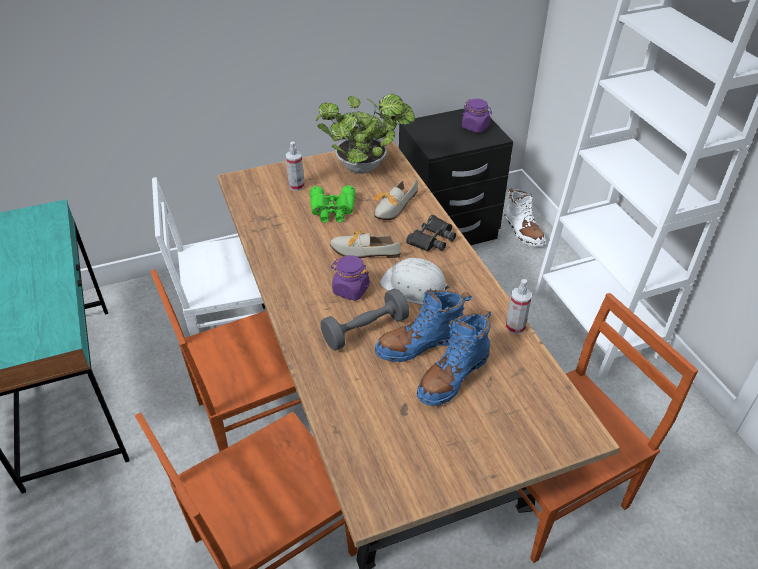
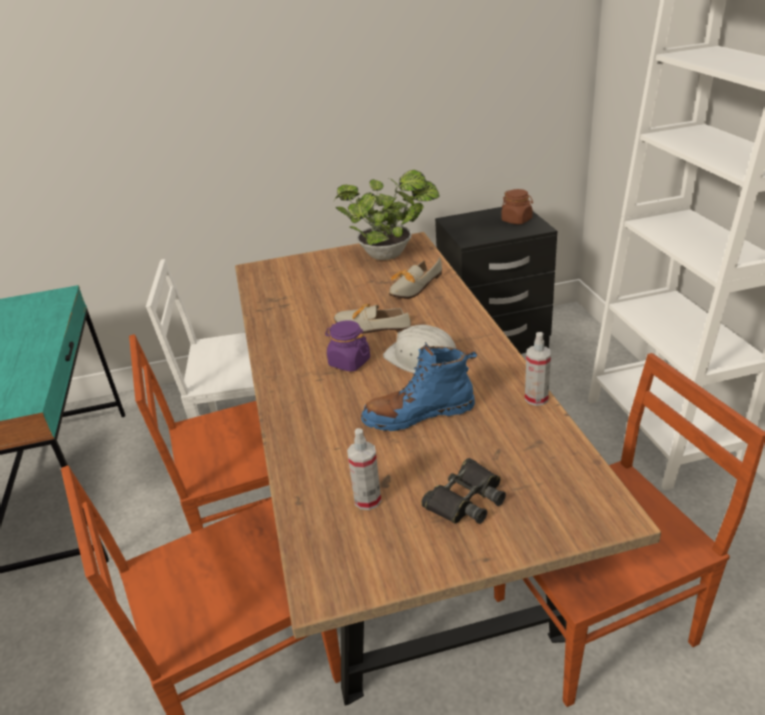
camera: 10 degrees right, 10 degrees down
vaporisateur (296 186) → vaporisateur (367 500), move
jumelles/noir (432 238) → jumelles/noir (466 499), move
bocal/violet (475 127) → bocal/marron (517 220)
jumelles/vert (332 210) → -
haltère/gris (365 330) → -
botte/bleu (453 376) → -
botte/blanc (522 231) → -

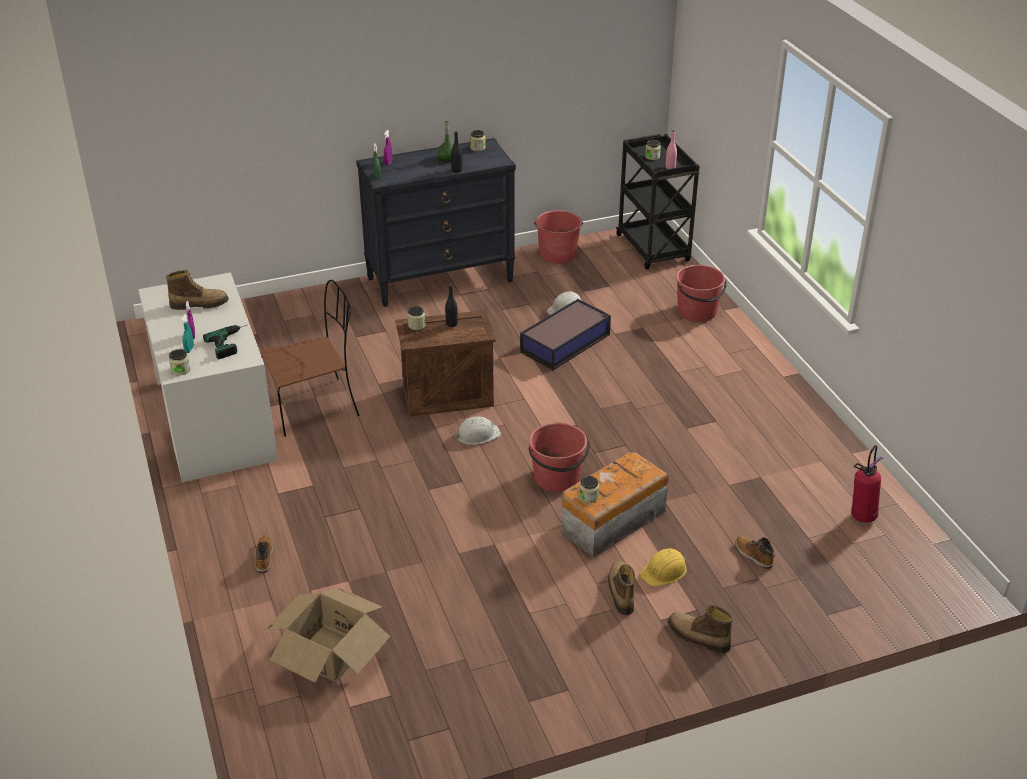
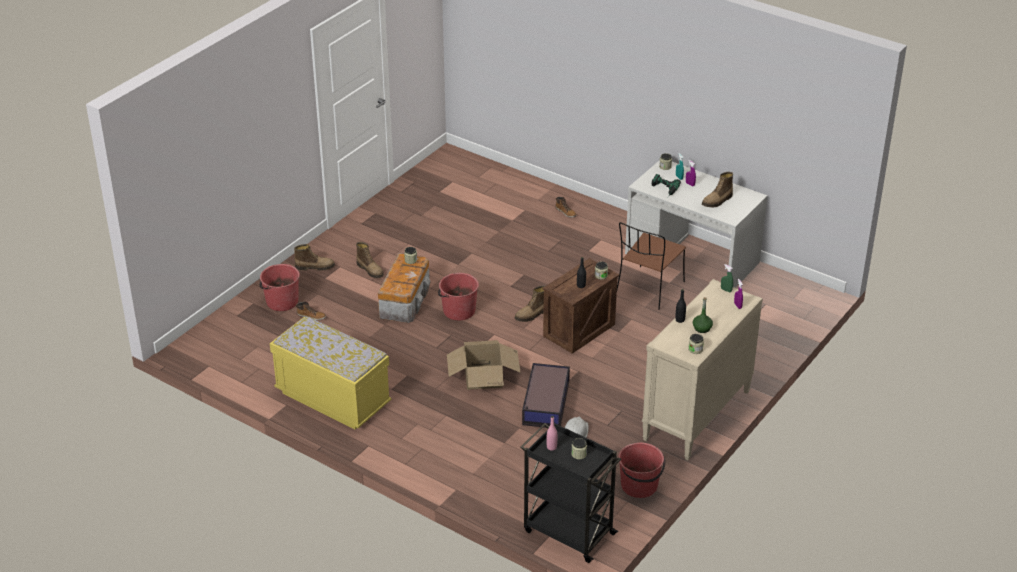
camera: 145 degrees right, 0 degrees up
seau/rouge (697 312) → seau/rouge (281 301), move
- → banc/jaune (333 399)
carton (329 652) → carton (483 377), move
casque de chantier/blanc (477 435) → botte (532 315)
commode/noir (440 279) → commode/beige (696 416)
casque de chantier/jaune (664 571) → -
extincteur (862 516) → -

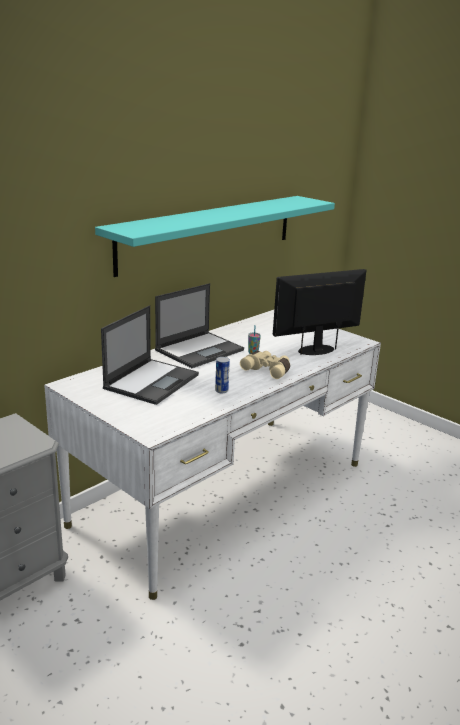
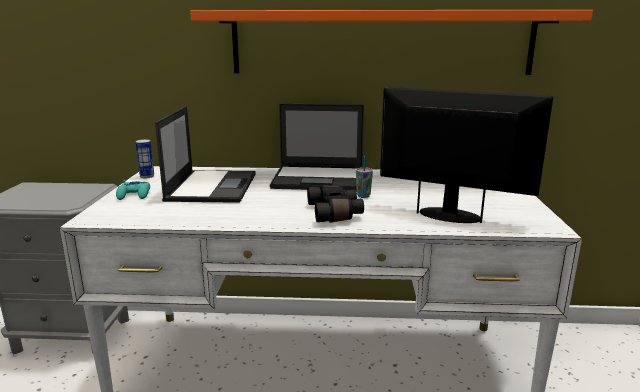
camera: 50 degrees right, 5 degrees down
- → manette/turquoise (134 195)
boîte métallique (221 390) → boîte métallique (147 176), move
ordinateur portable (152 381) → ordinateur portable (212 186), 75 degrees counterclockwise
étagère/turquoise (209 232) → étagère/orange (381 43)
jumelles/beige (268 370) → jumelles/noir (336 213)

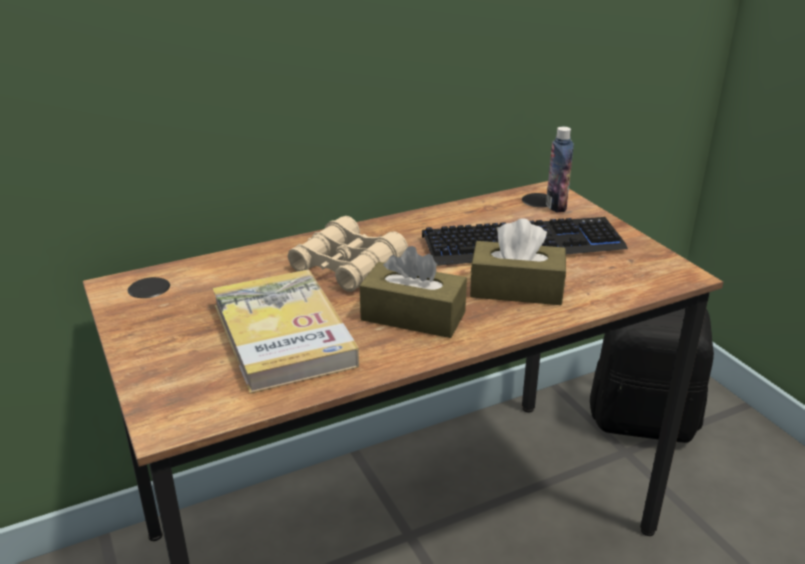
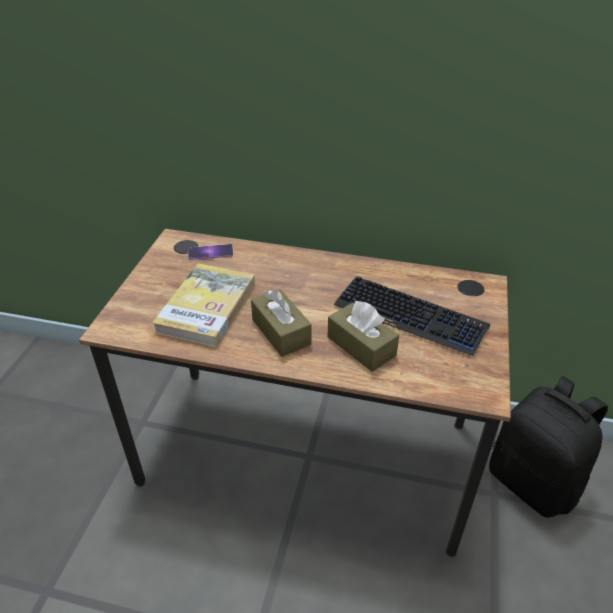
camera: 40 degrees right, 10 degrees up
- → téléphone (210 252)
jumelles/beige (347 266) → -
bouteille (556 206) → -

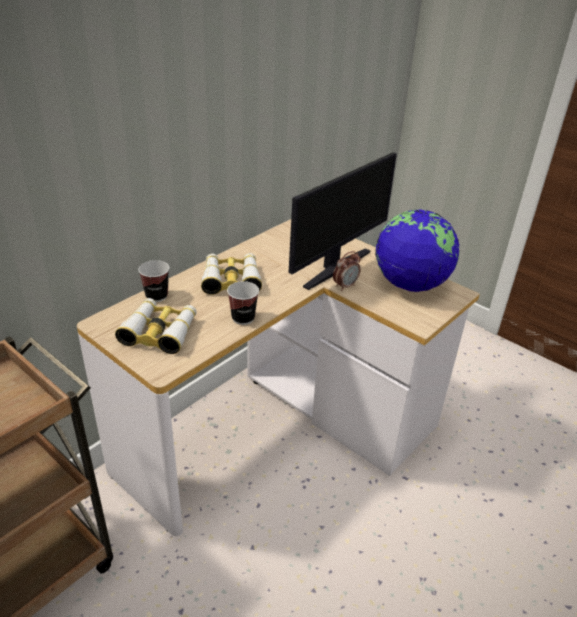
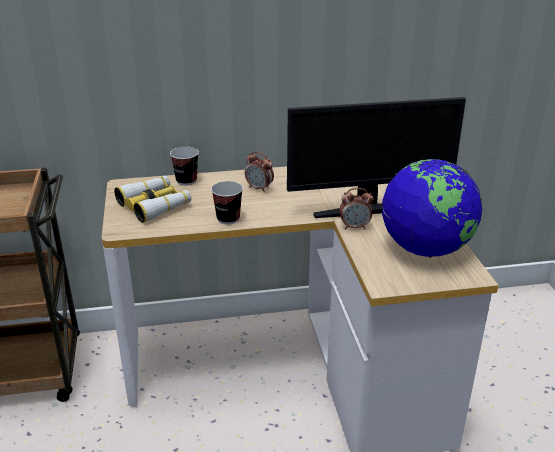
camera: 40 degrees right, 5 degrees down
jumelles (231 280) → réveil (259 188)

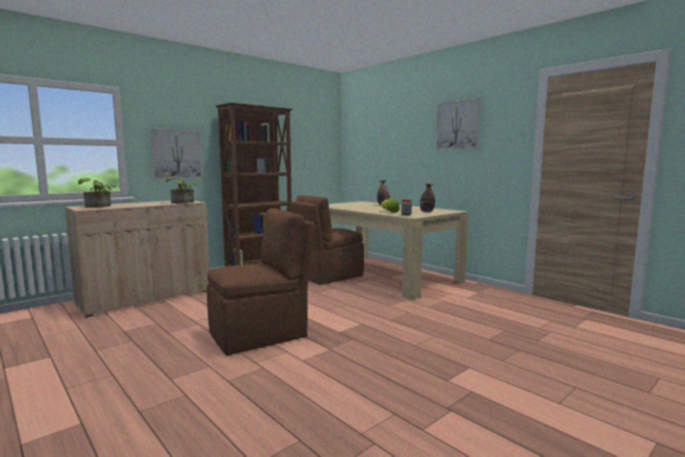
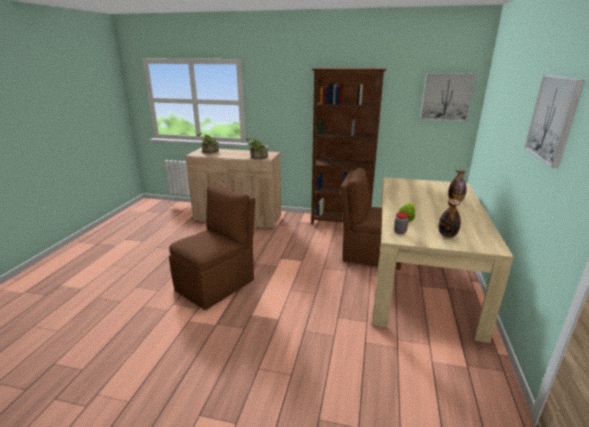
camera: 55 degrees right, 15 degrees up
chaise/marron (260 334) → chaise/marron (217 284), 75 degrees counterclockwise
tableau (176 154) → tableau (446 97), move

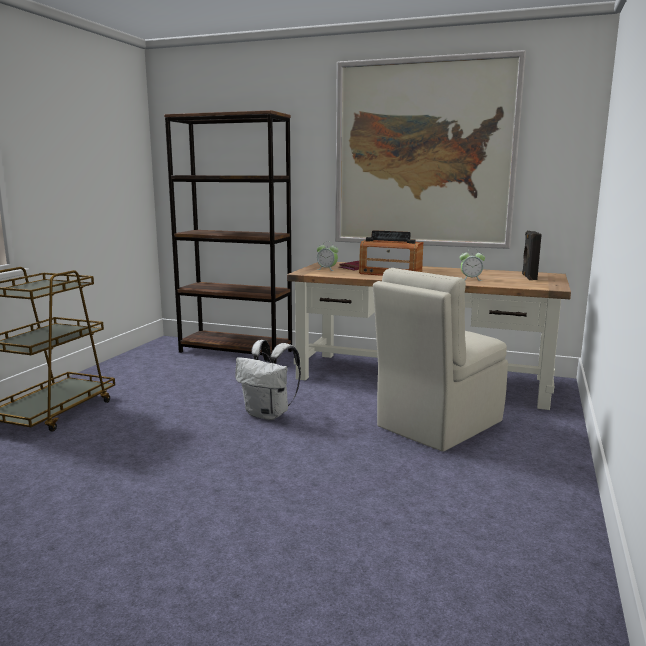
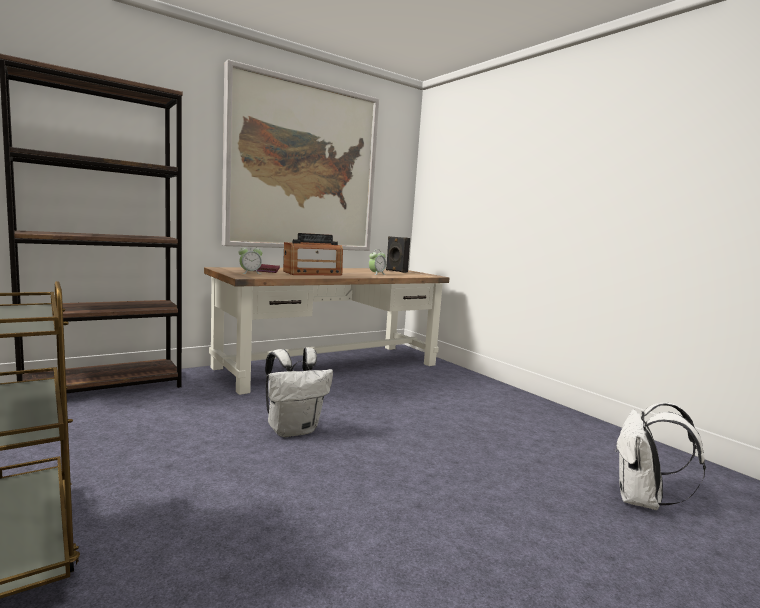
camera: 55 degrees left, 5 degrees down
- → sac à dos/blanc (642 501)
chaise/beige (437 425) → -

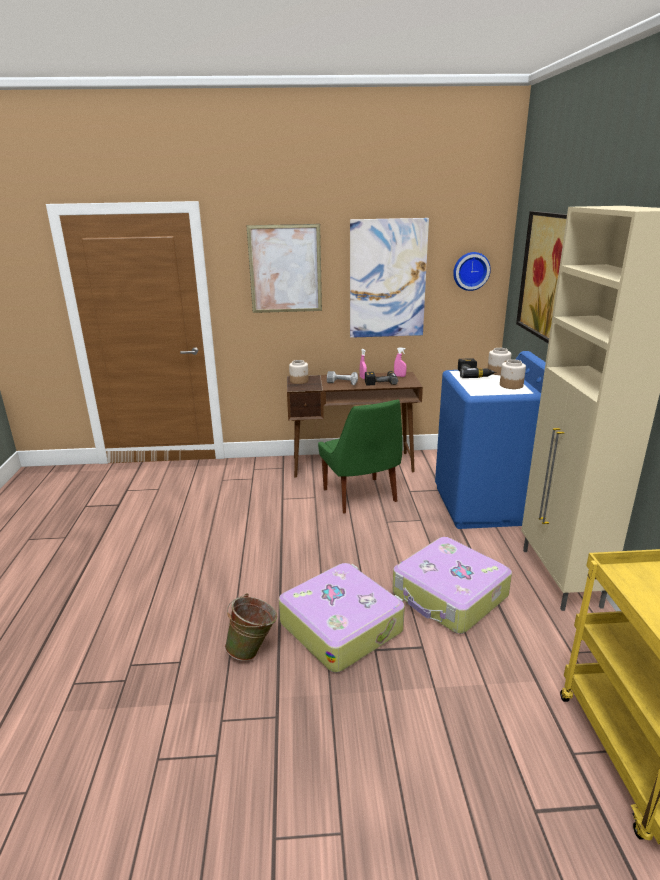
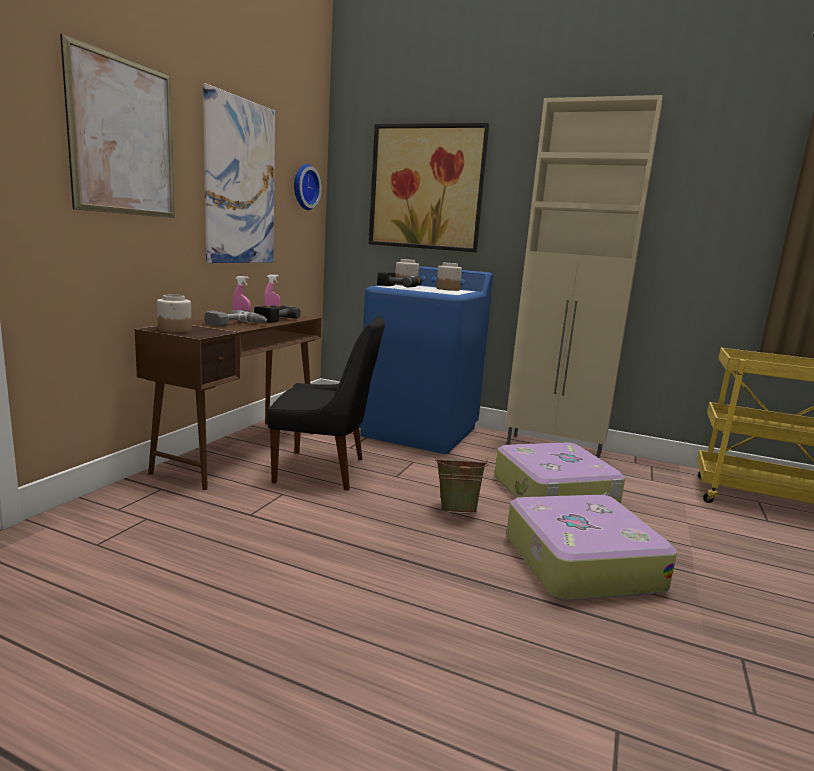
camera: 65 degrees left, 10 degrees down
chaise/vert (361 497) → chaise/noir (324 471)
seau/vert (253 650) → seau/vert (457 511), move

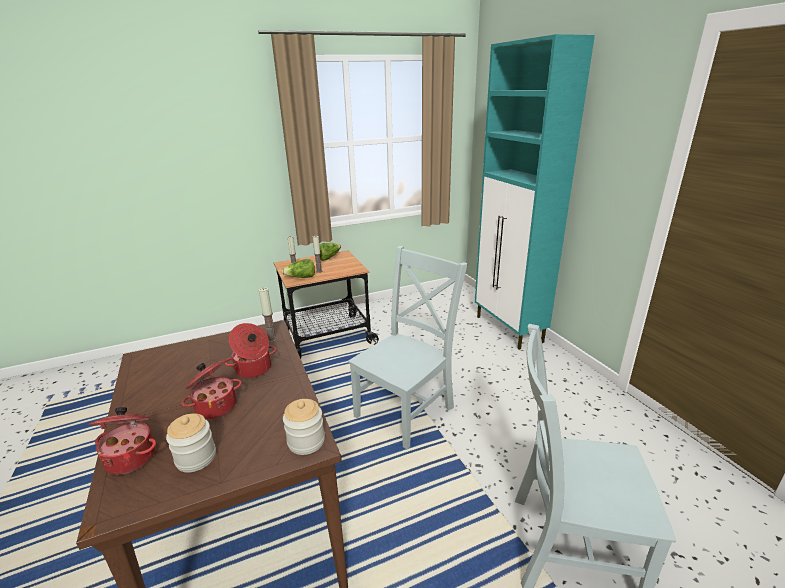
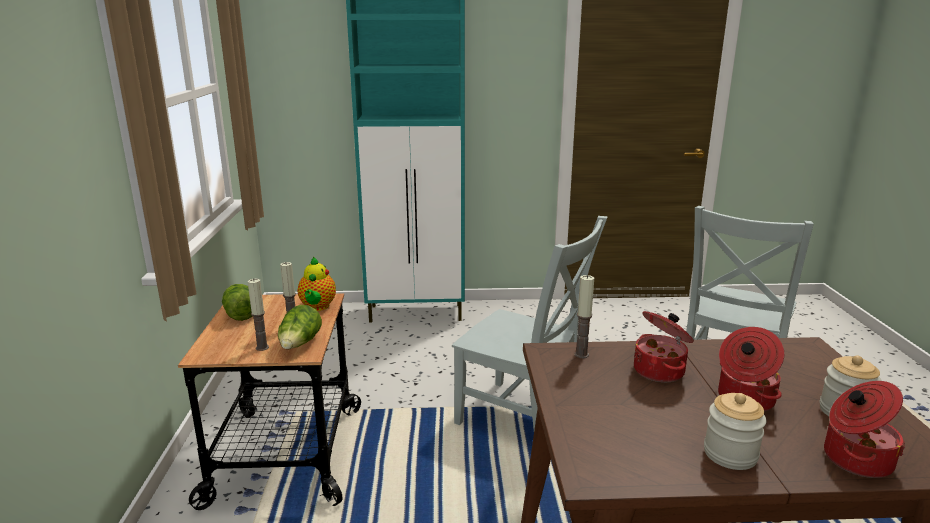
camera: 70 degrees left, 5 degrees down
- → théière (317 307)
chaise/gris (407 409) → chaise/gris (524 418), 150 degrees clockwise
bocal (306 441) → bocal (730 454), move

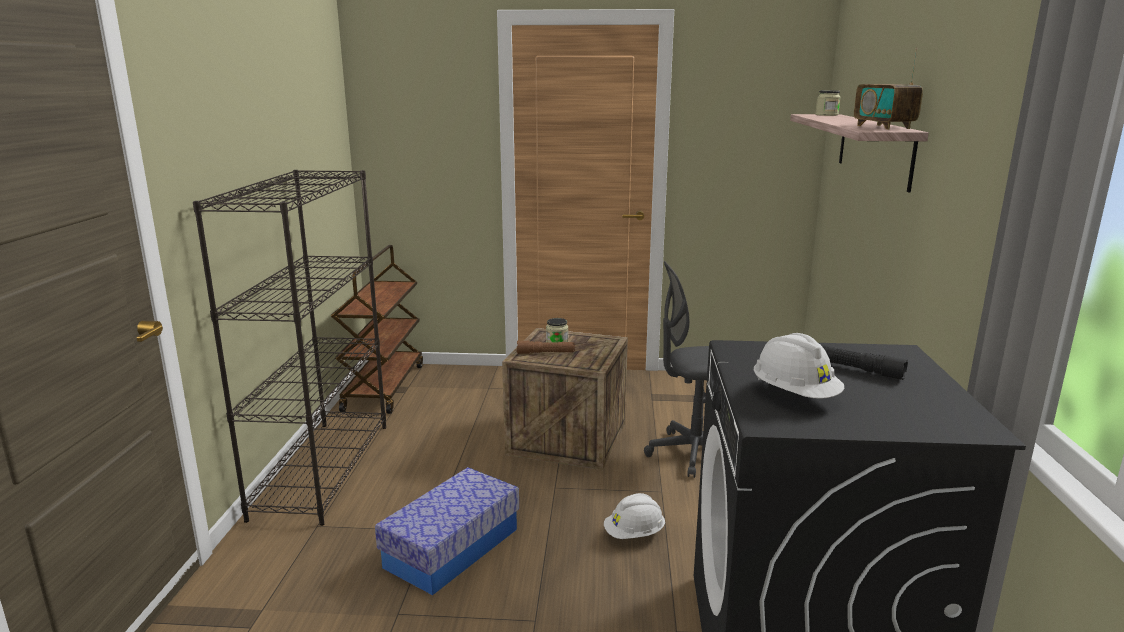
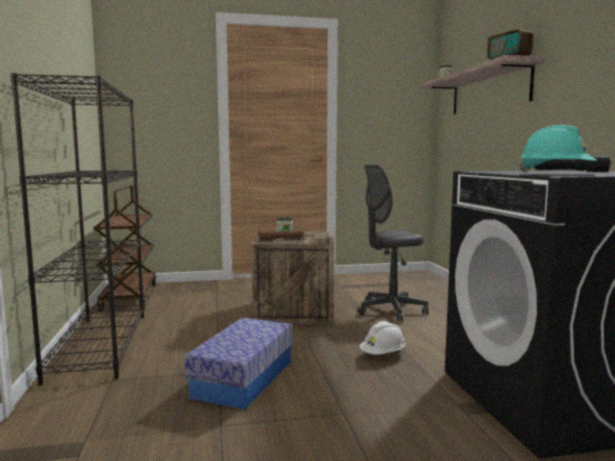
camera: 15 degrees left, 10 degrees down
casque de chantier/blanc (794 395) → casque de chantier/turquoise (556 173)

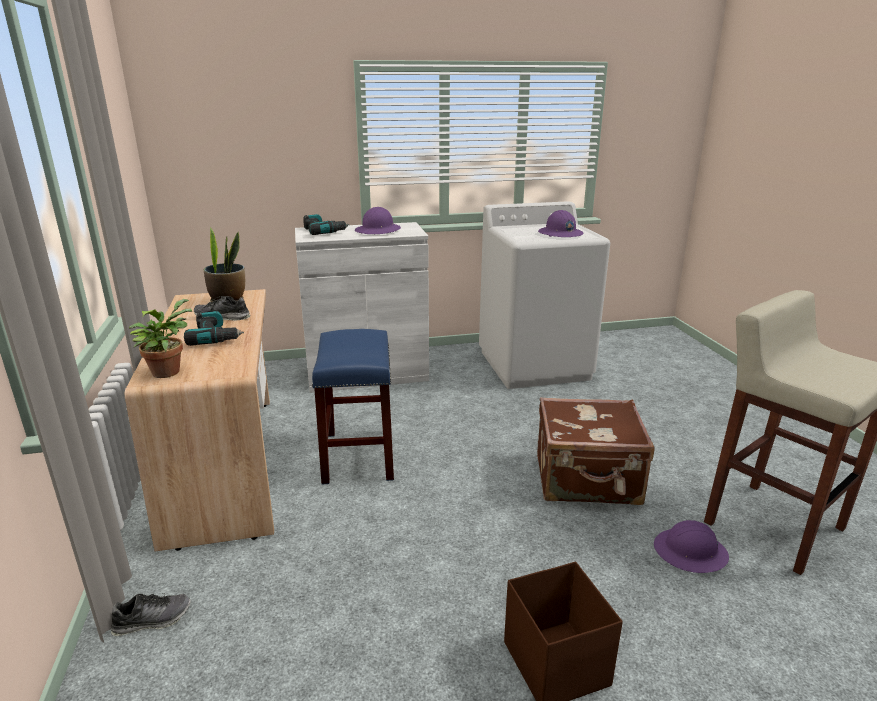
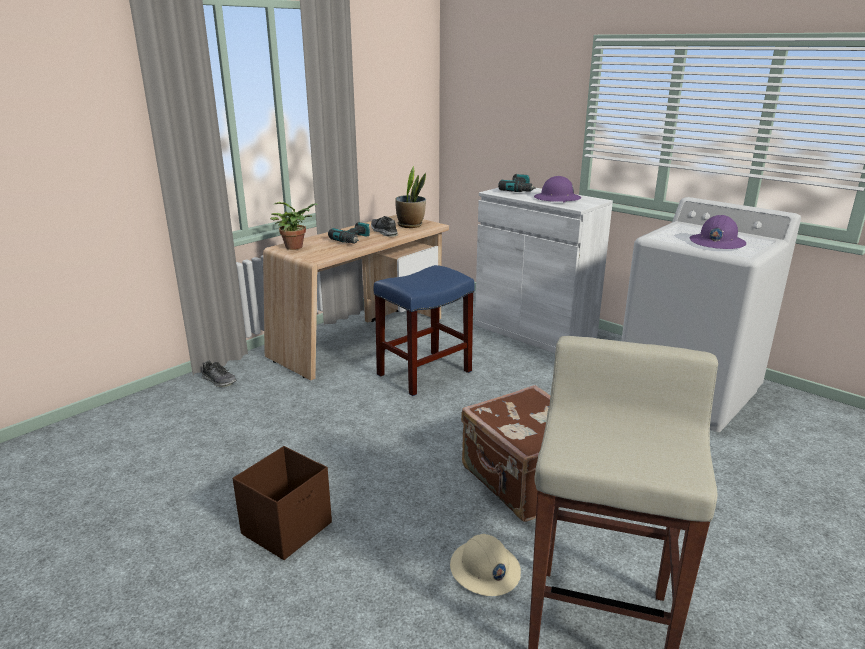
camera: 55 degrees right, 0 degrees up
casque de chantier/violet (690 552) → casque de chantier/beige (484 570)

